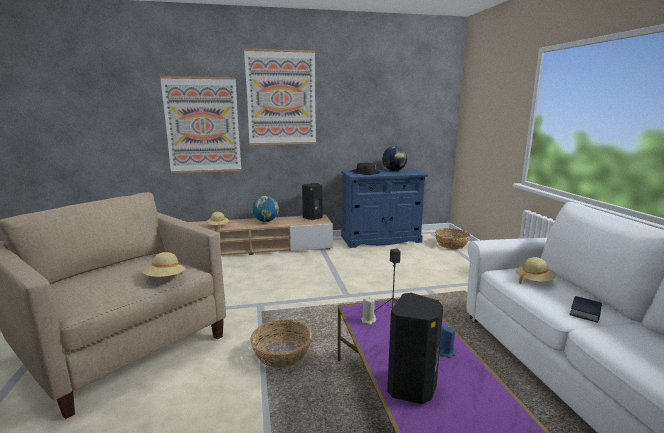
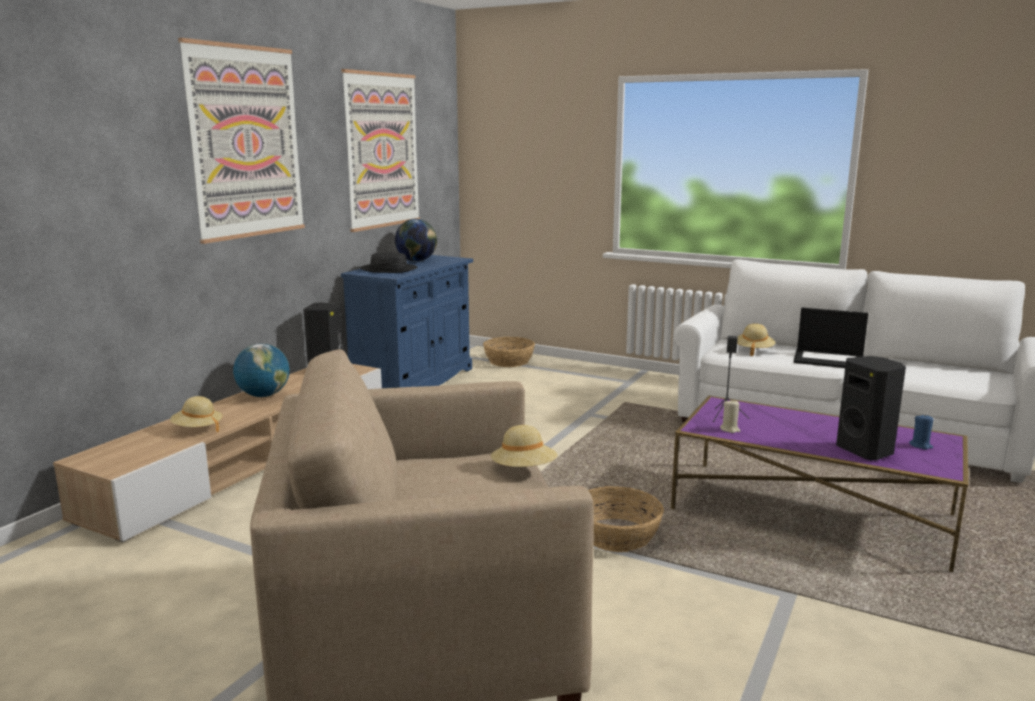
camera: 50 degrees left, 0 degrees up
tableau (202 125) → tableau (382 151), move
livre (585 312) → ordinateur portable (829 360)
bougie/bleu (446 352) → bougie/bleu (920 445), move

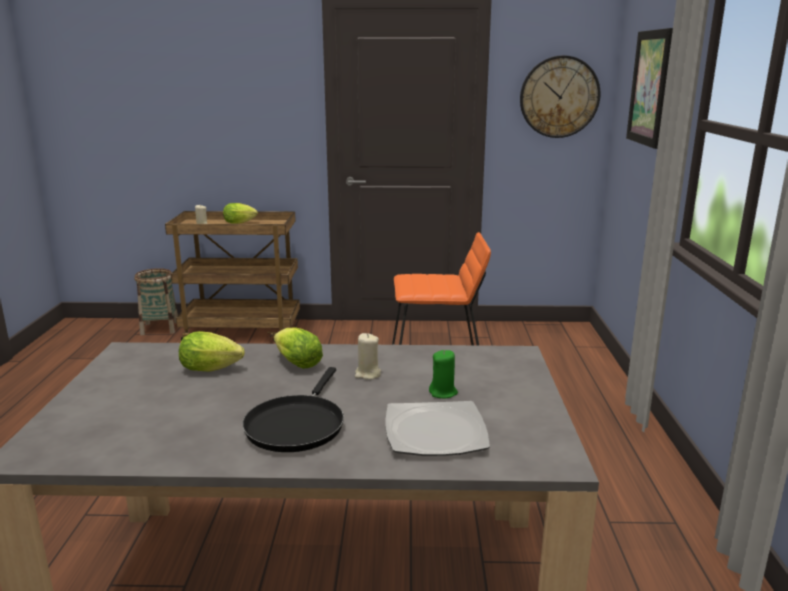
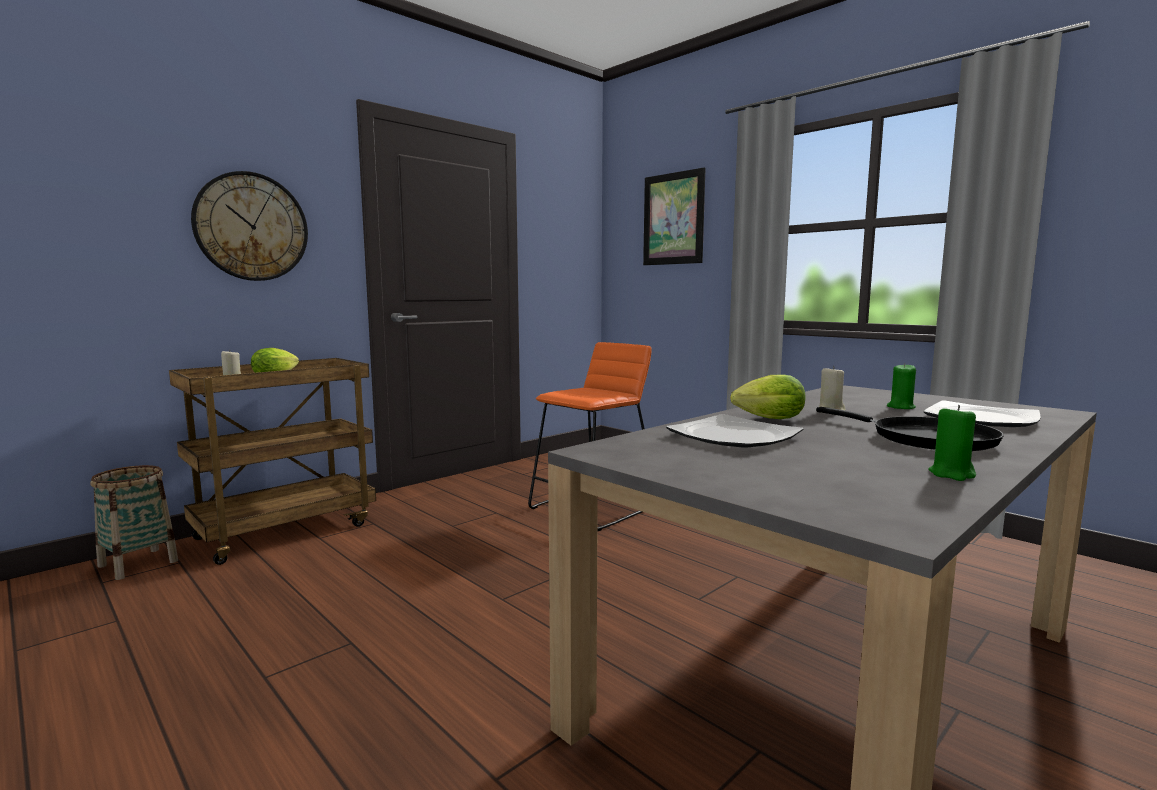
camera: 45 degrees left, 10 degrees down
horloge murale (559 97) → horloge murale (251 227), move
laitue (214 369) → assiette (732 436)
- → bougie/vert (951 474)

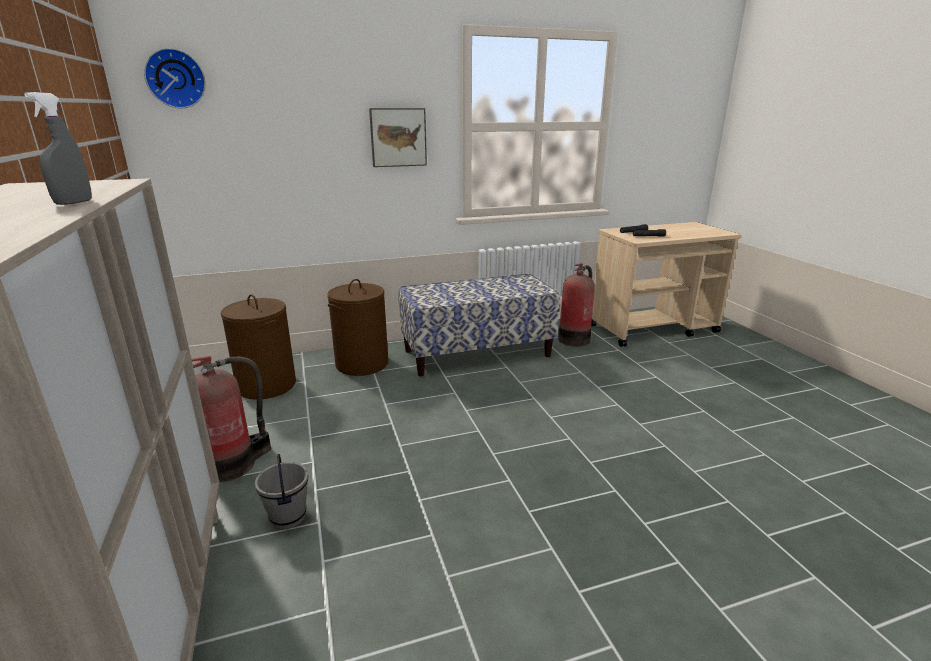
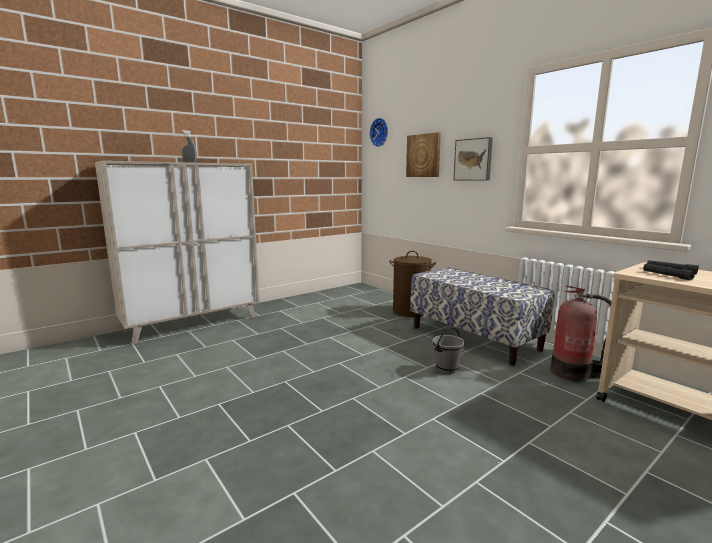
camera: 70 degrees right, 10 degrees down
- → tableau (423 155)
seau/gris (287 517) → seau/gris (446 369), move
extincteur (233 464) → -
panier à linge/marron (266 385) → -

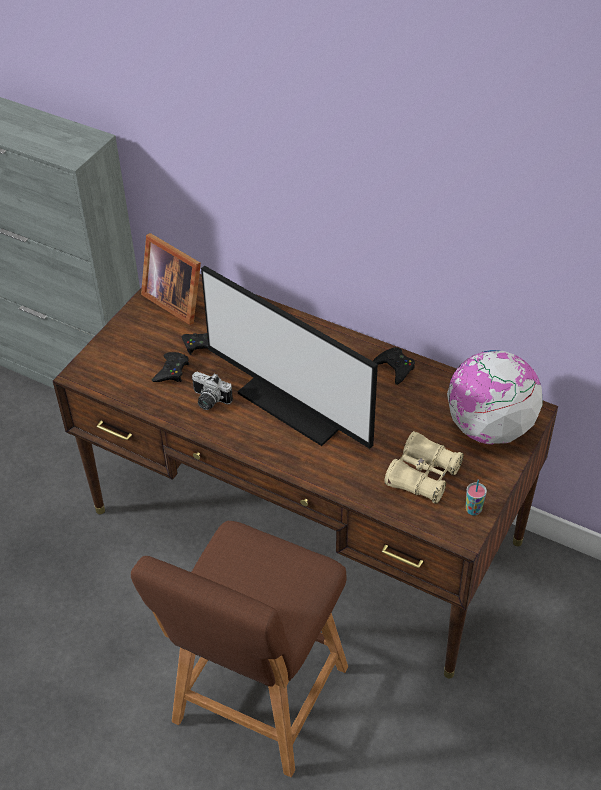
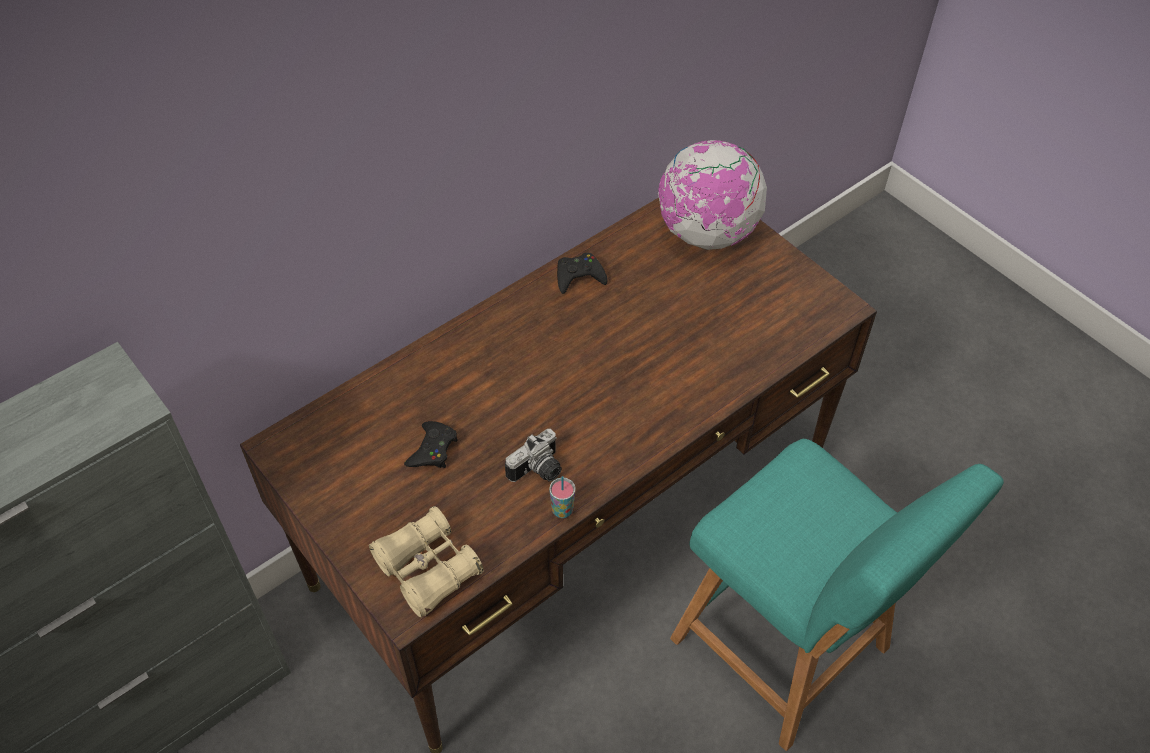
camera: 70 degrees left, 5 degrees up
jumelles/beige (423 476) → jumelles/beige (427 569), move
tasse (473 510) → tasse (562 510), move
tabouret/marron (256 701) → tabouret/turquoise (788 651)
cadre photo (175 300) → -
manette/noir (171 371) → -
écran d'ordinateur (298 402) → -

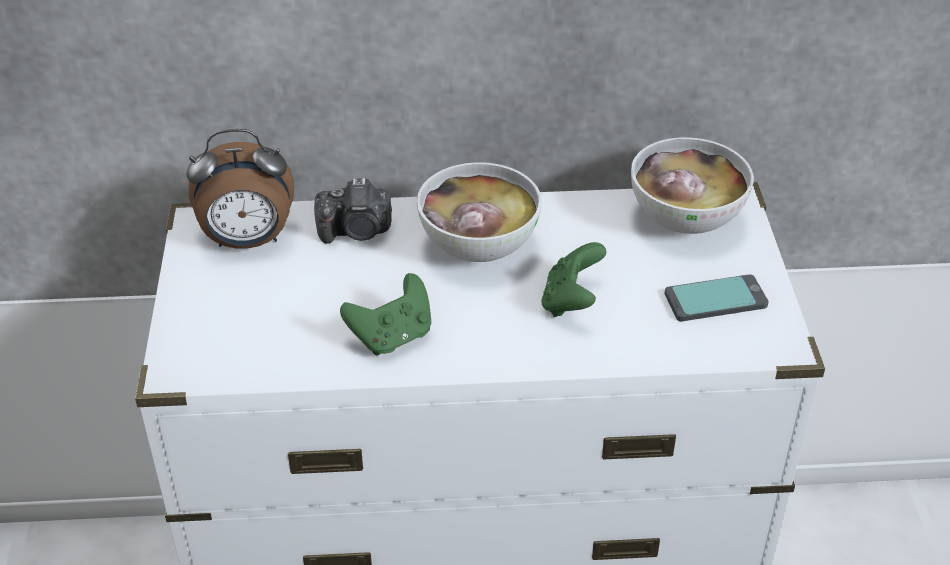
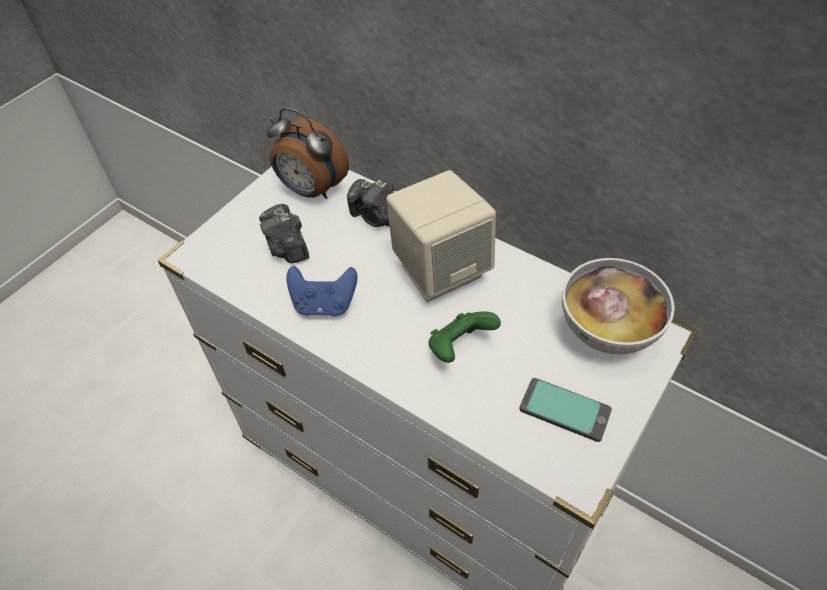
camera: 40 degrees right, 10 degrees up
- → appareil photo (287 247)
manette/vert (392 337) → manette/bleu (324 304)
bol (478 246) → enceinte/beige (440 269)

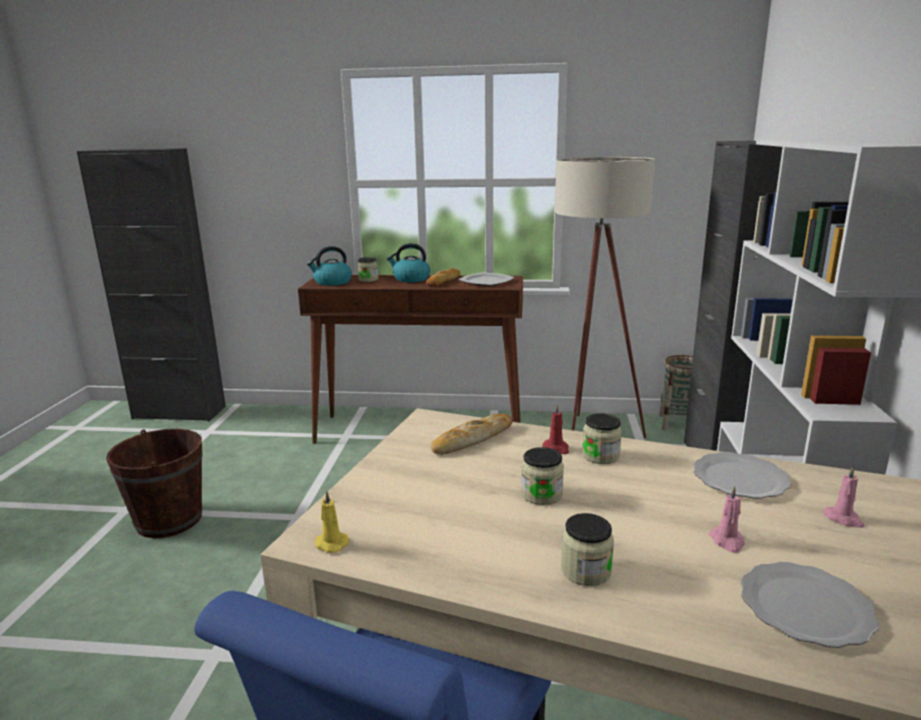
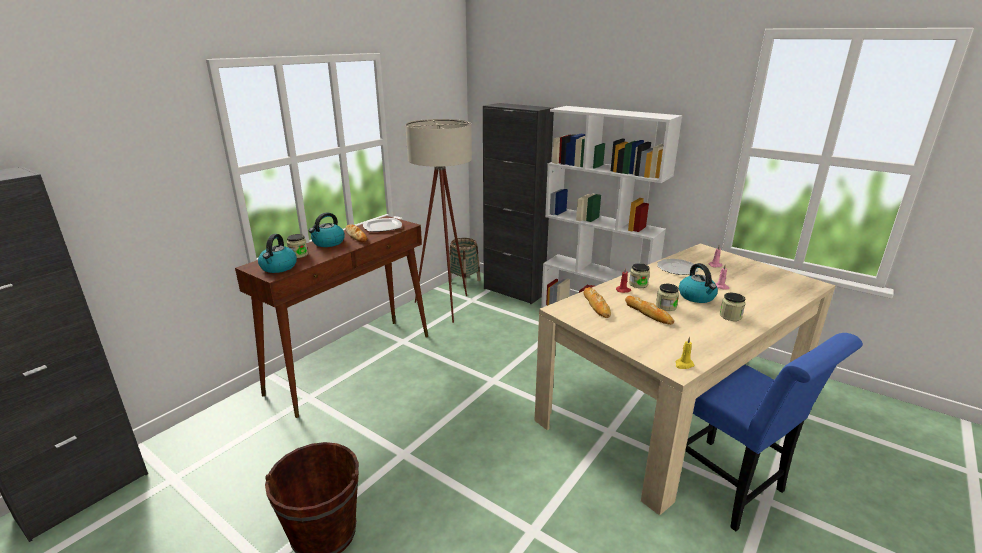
camera: 60 degrees left, 5 degrees up
- → pain (648 313)
- → bouilloire (697 297)
assiette (807 607) → -

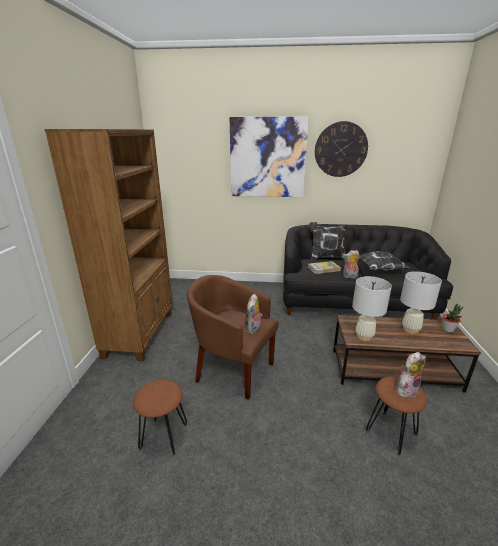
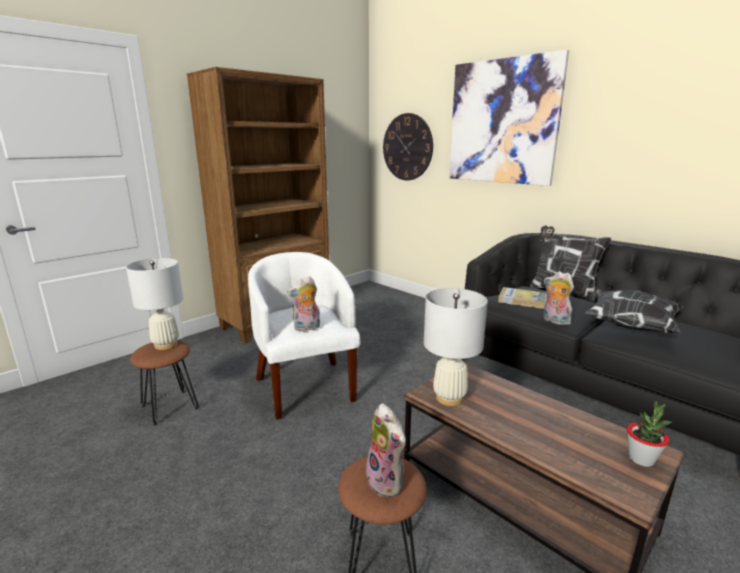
camera: 40 degrees right, 5 degrees down
lampe de table/blanc (410 330) → lampe de table/blanc (166 345), move
fauteuil/marron (232 370) → fauteuil/blanc (305 386)
peluche (406 389) → peluche (388 482), 45 degrees clockwise
horloge murale (340 149) → horloge murale (407 147), move

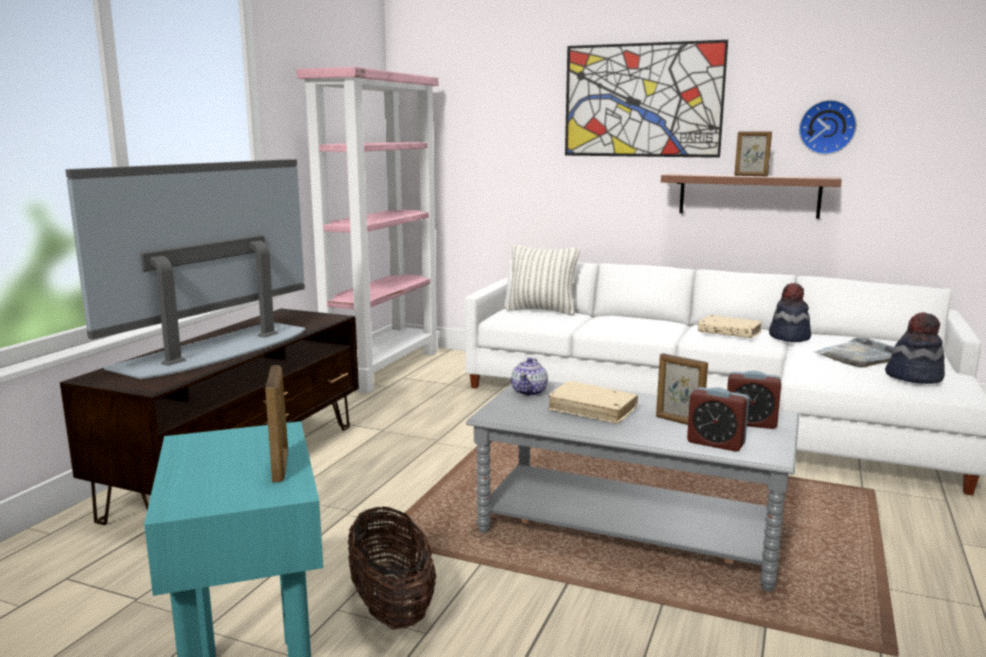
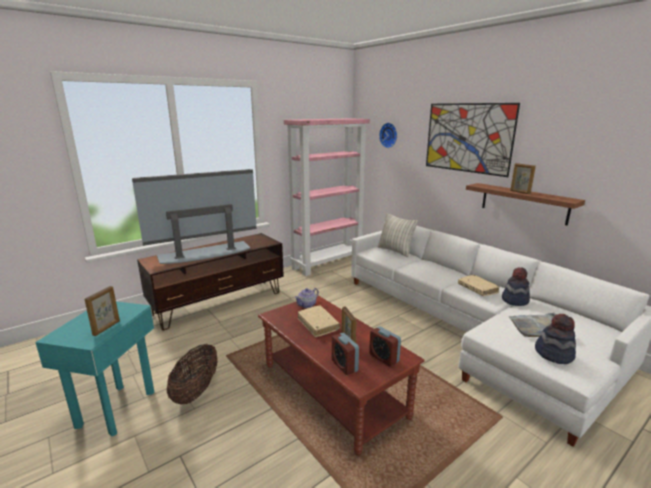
camera: 30 degrees right, 5 degrees up
table basse/gris (630 530) → table basse/marron (333 390)
horloge murale (827 127) → horloge murale (389 135), move

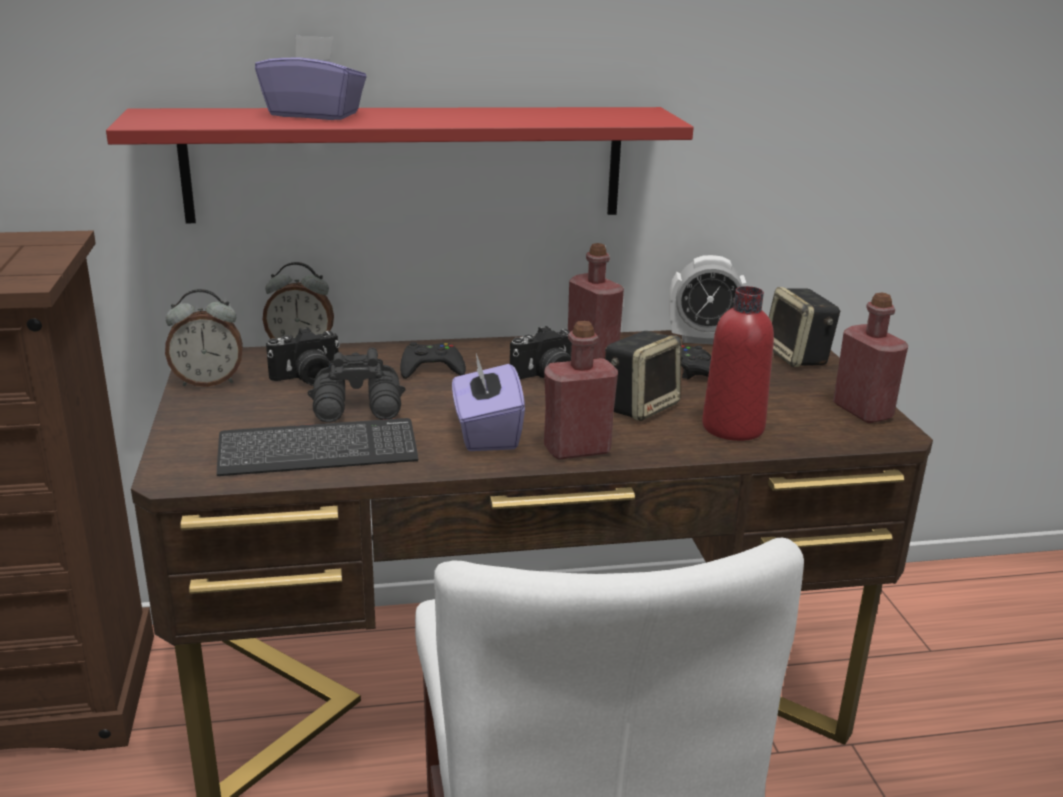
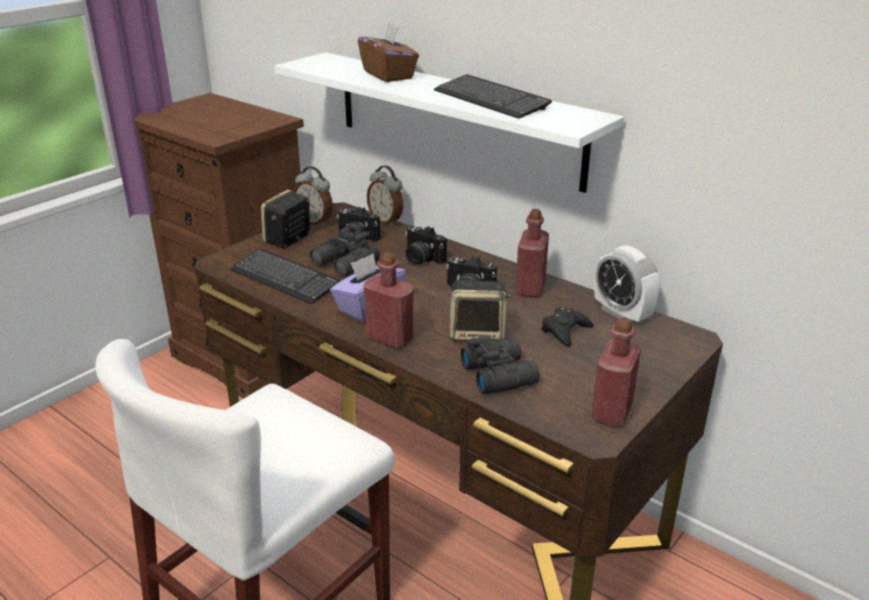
camera: 50 degrees right, 5 degrees up
enceinte (798 357) → enceinte (288 240), move
étagère/rouge (407 163) → étagère/blanc (455 118)
boîte à mouchoirs/violet (314 114) → boîte à mouchoirs/marron (389 75)
manette/noir (431 368) → appareil photo (421 259)
- → clavier (491 99)
bouteille/rouge (733 428) → jumelles/noir (499 374)

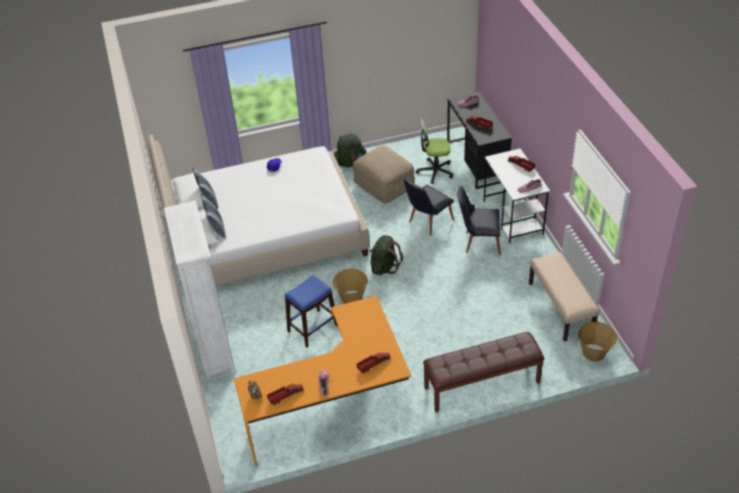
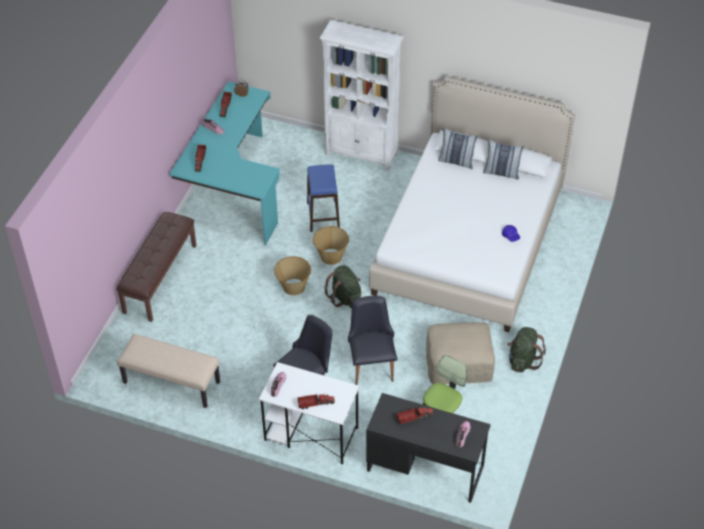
camera: 125 degrees right, 5 degrees up
bureau/orange (336 408) → bureau/turquoise (232 189)
panier (594 353) → panier (293 287), move

